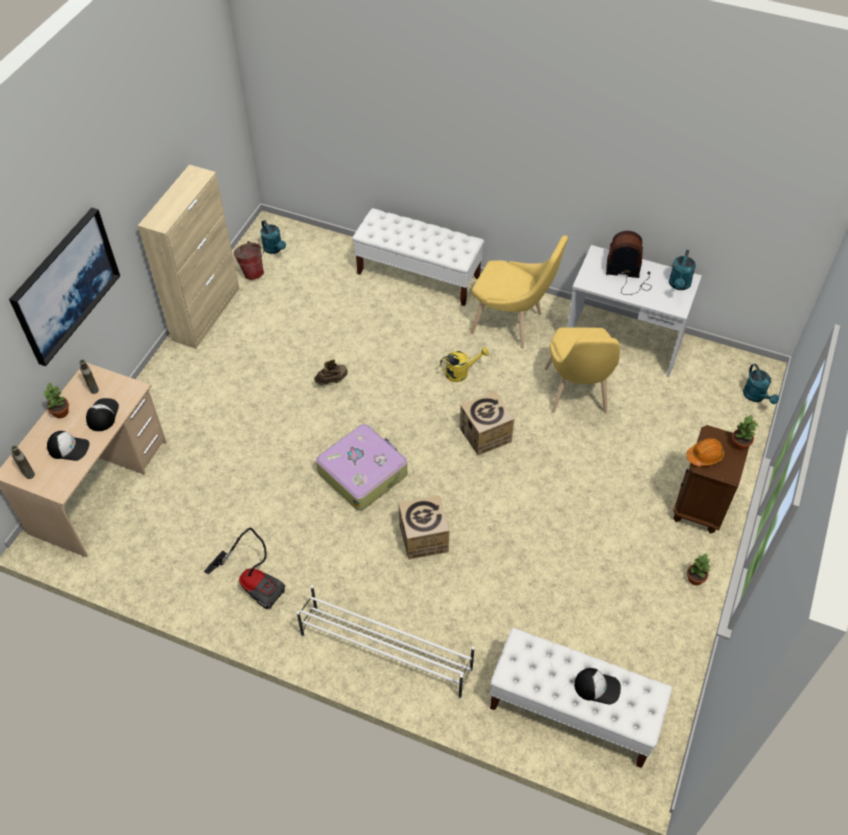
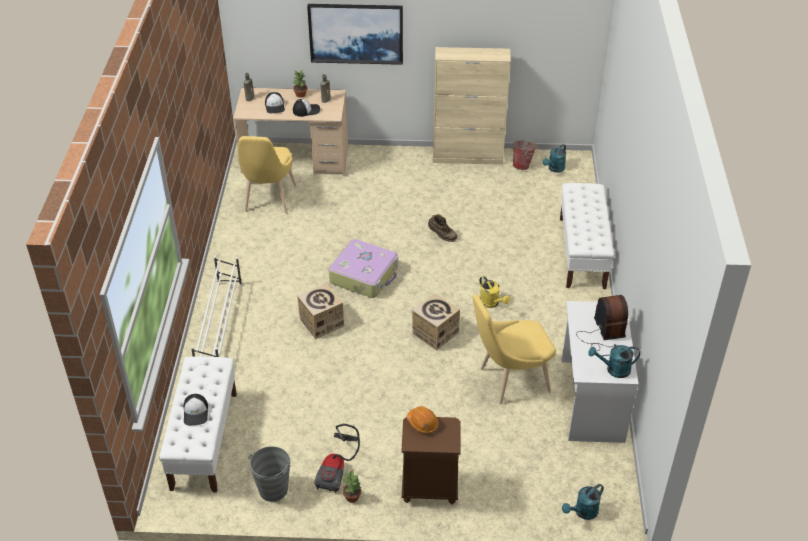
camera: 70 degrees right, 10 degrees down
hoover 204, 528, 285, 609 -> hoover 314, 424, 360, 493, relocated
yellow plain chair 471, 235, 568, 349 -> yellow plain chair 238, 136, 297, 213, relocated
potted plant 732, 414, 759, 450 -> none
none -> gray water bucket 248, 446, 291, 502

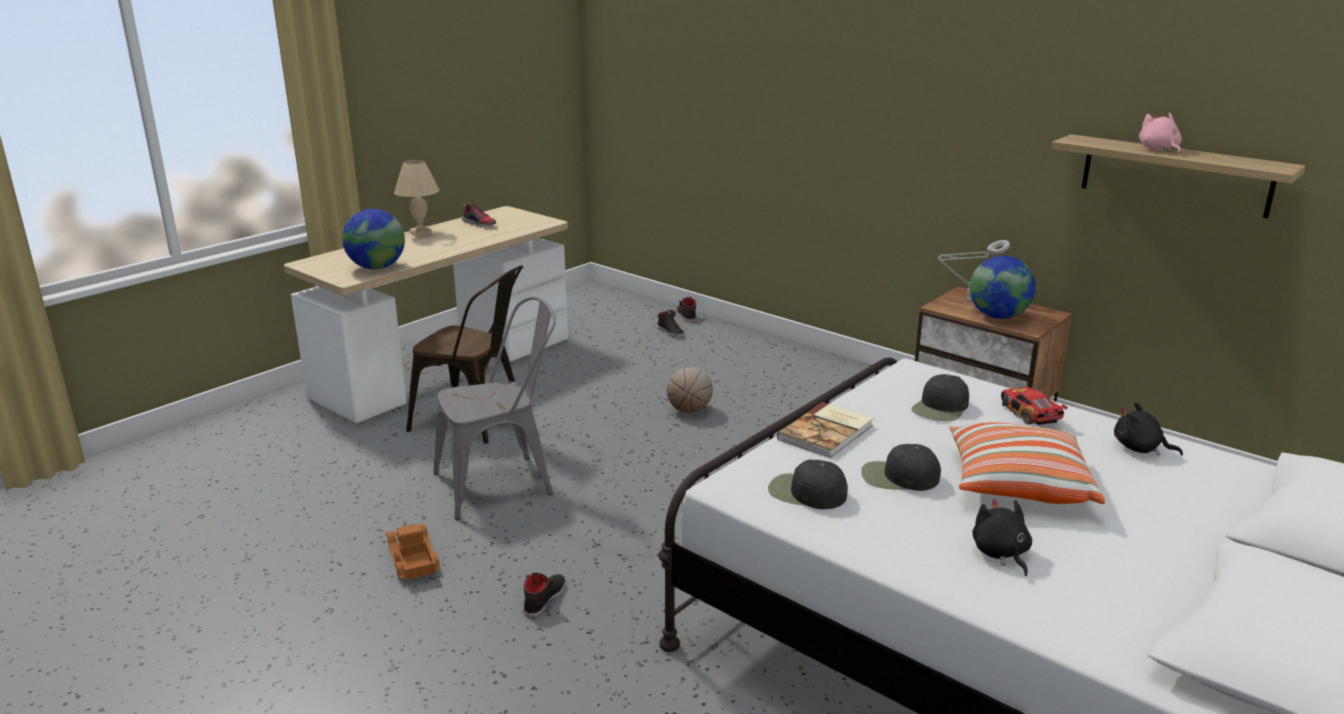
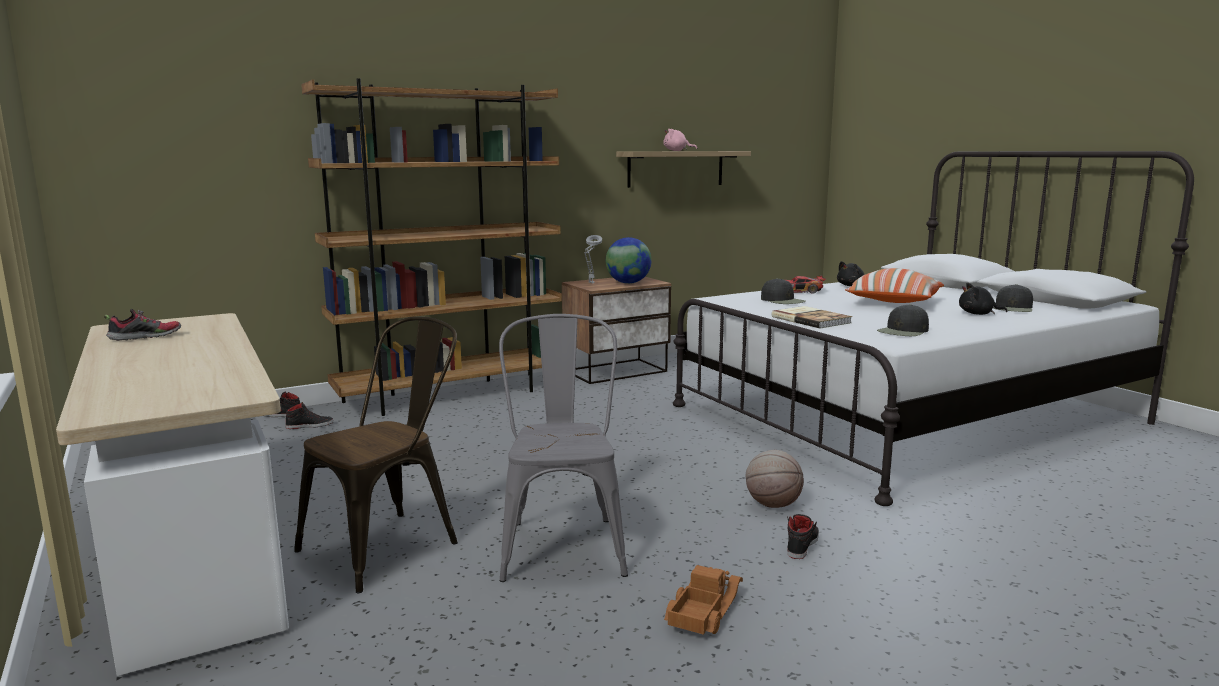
camera: 70 degrees left, 10 degrees down
globe 342, 209, 405, 269 -> none
toy lorry 386, 524, 441, 580 -> toy lorry 664, 565, 743, 635, 120 degrees clockwise
beige-coloured lamp for a table 394, 160, 439, 237 -> none
black shoe 524, 573, 566, 618 -> black shoe 787, 514, 819, 559, 75 degrees clockwise
basketball 667, 367, 713, 413 -> basketball 746, 450, 804, 508, relocated
black baseball cap 861, 444, 941, 491 -> black baseball cap 993, 284, 1033, 312, relocated
none -> brown-coloured bookcase 301, 78, 562, 416

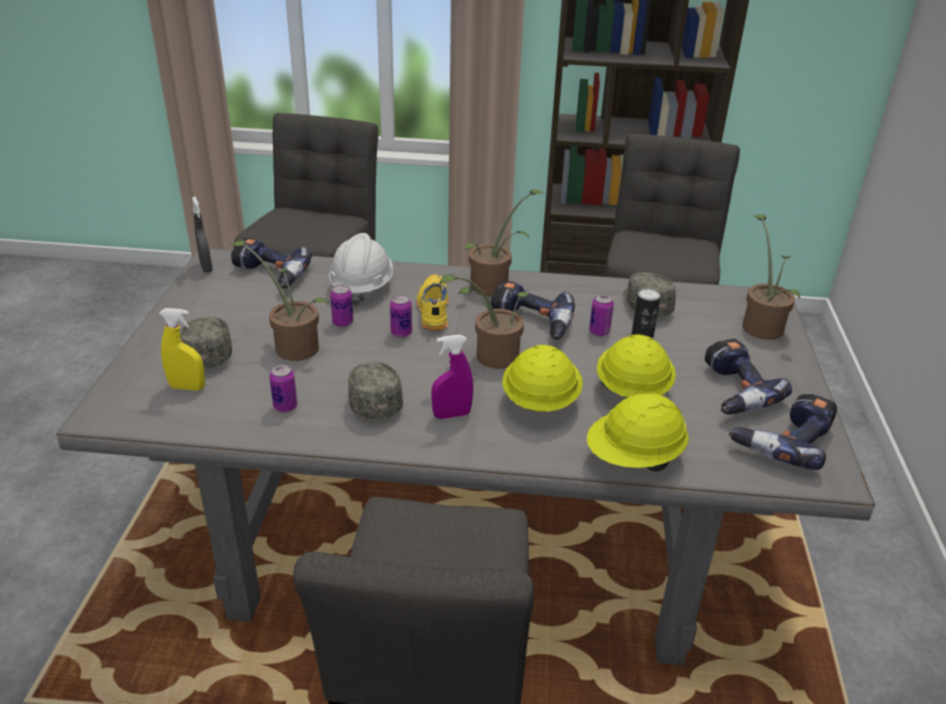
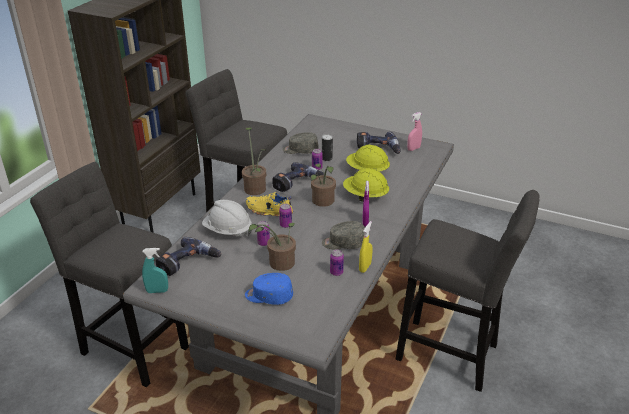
camera: 70 degrees left, 0 degrees up
yellow hand sprayer 159, 308, 205, 391 -> yellow hand sprayer 359, 221, 373, 273, relocated
gray baseball cap 180, 317, 232, 369 -> blue-coloured baseball cap 245, 273, 293, 305
gray hand sprayer 192, 197, 213, 273 -> blue-green hand sprayer 142, 248, 168, 293
yellow safety helmet 587, 393, 689, 472 -> none
drill 729, 394, 837, 470 -> pink-coloured hand sprayer 407, 112, 422, 151
potted plant 743, 215, 800, 340 -> none

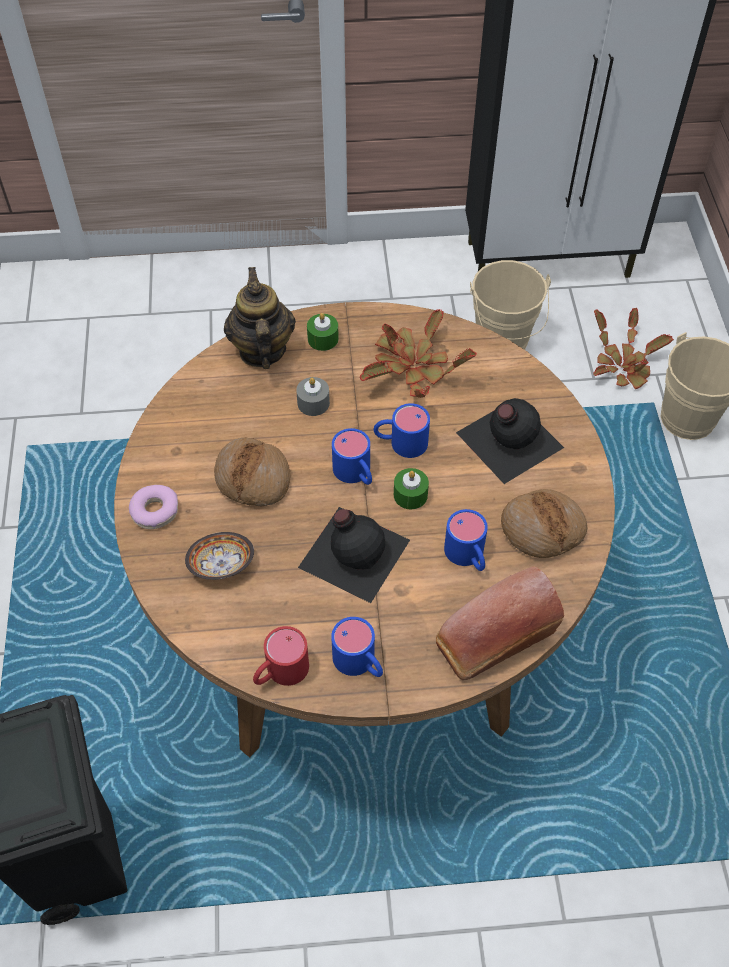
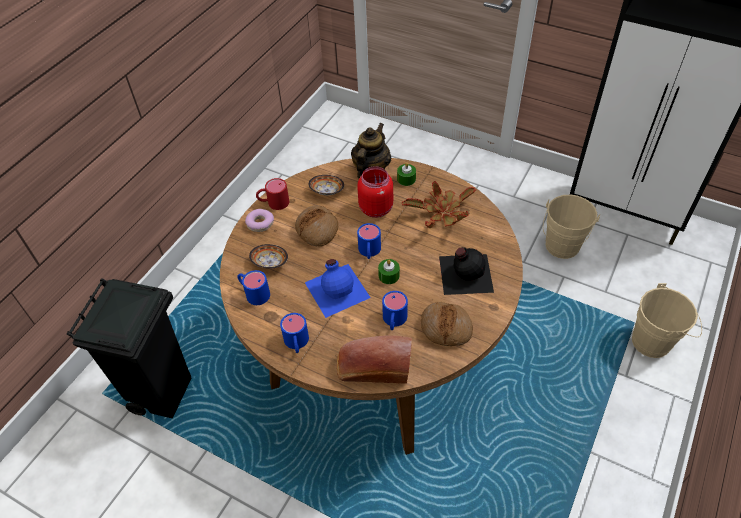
camera: 35 degrees right, 5 degrees down
red-coloured tea mug 253, 626, 309, 686 -> red-coloured tea mug 256, 178, 289, 210, relocated
gray wax candle 296, 377, 330, 416 -> red-coloured preserve jar 357, 166, 393, 218
black bottle 298, 507, 410, 603 -> blue-coloured bottle 305, 259, 371, 318
blue-coloured tea mug 373, 403, 430, 458 -> blue-coloured tea mug 237, 270, 270, 305, relocated
potted plant 593, 308, 674, 389 -> none
none -> deep dish 309, 175, 344, 195

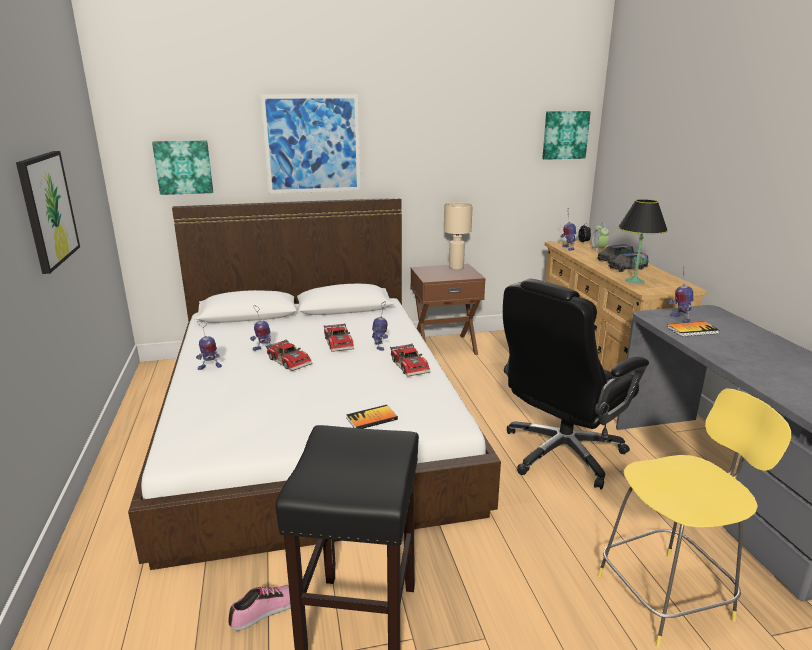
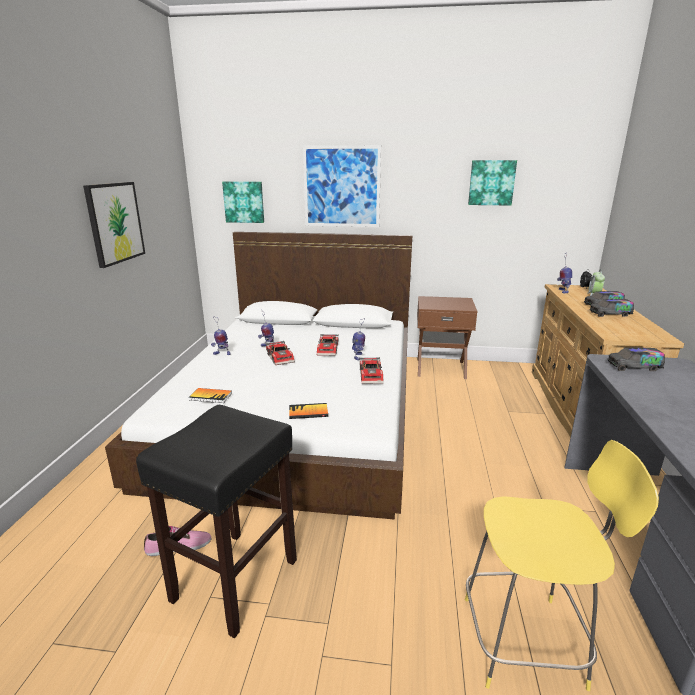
camera: 20 degrees right, 0 degrees up
beige-coloured lamp for a table 444, 202, 473, 270 -> none
black desk chair 503, 279, 649, 490 -> none
wall picture 542, 111, 591, 160 -> wall picture 468, 160, 517, 206, relocated
black lamp for a table 618, 199, 668, 284 -> none
book 667, 321, 720, 337 -> book 189, 388, 232, 403, relocated
robot figure 669, 265, 693, 323 -> toy lorry 608, 347, 665, 371

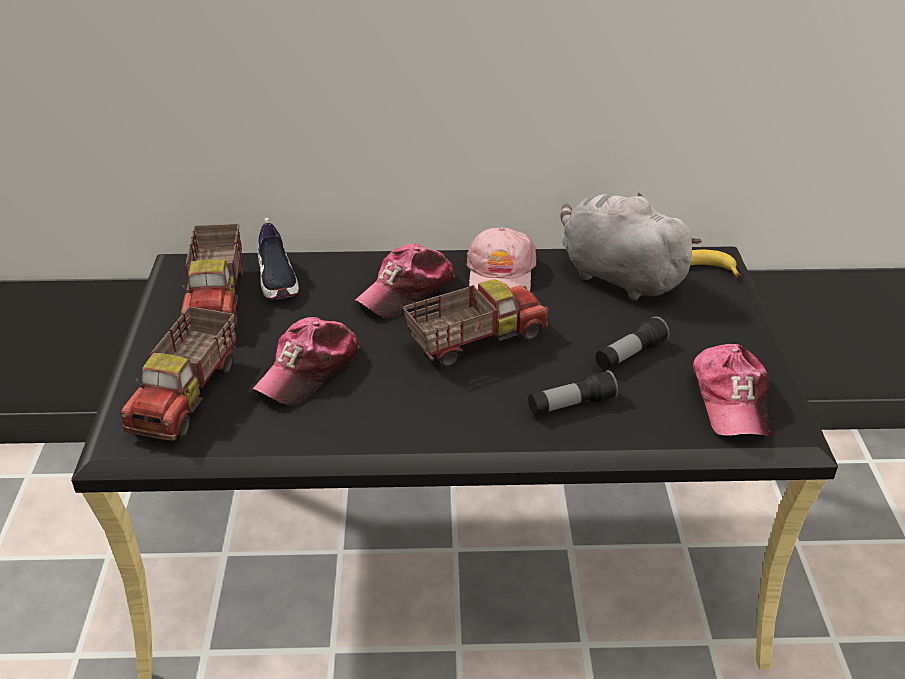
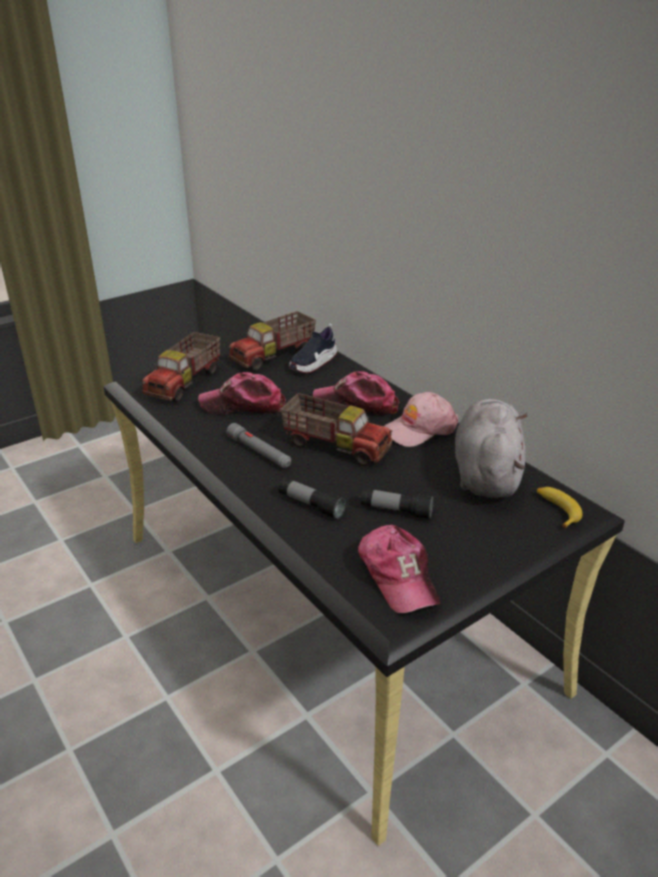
camera: 55 degrees right, 5 degrees down
toy lorry 120, 307, 236, 441 -> toy lorry 142, 332, 220, 402, 45 degrees counterclockwise
baseball cap 693, 344, 770, 436 -> baseball cap 358, 525, 440, 613, 75 degrees counterclockwise
none -> gray hand torch 227, 423, 291, 468

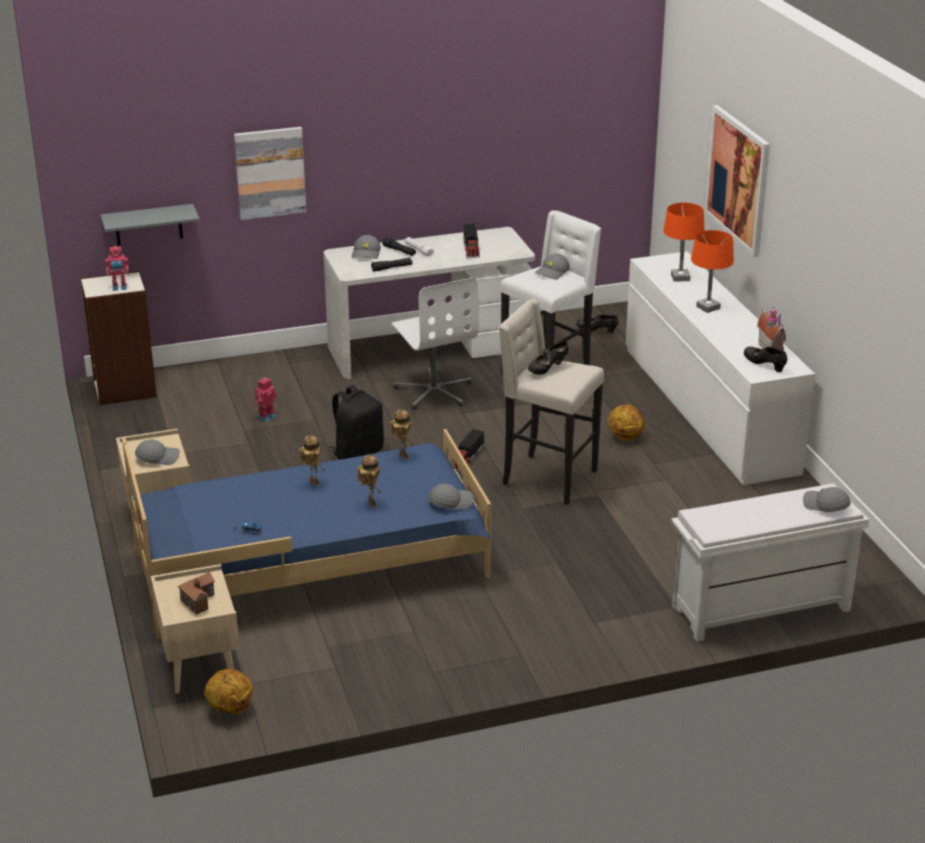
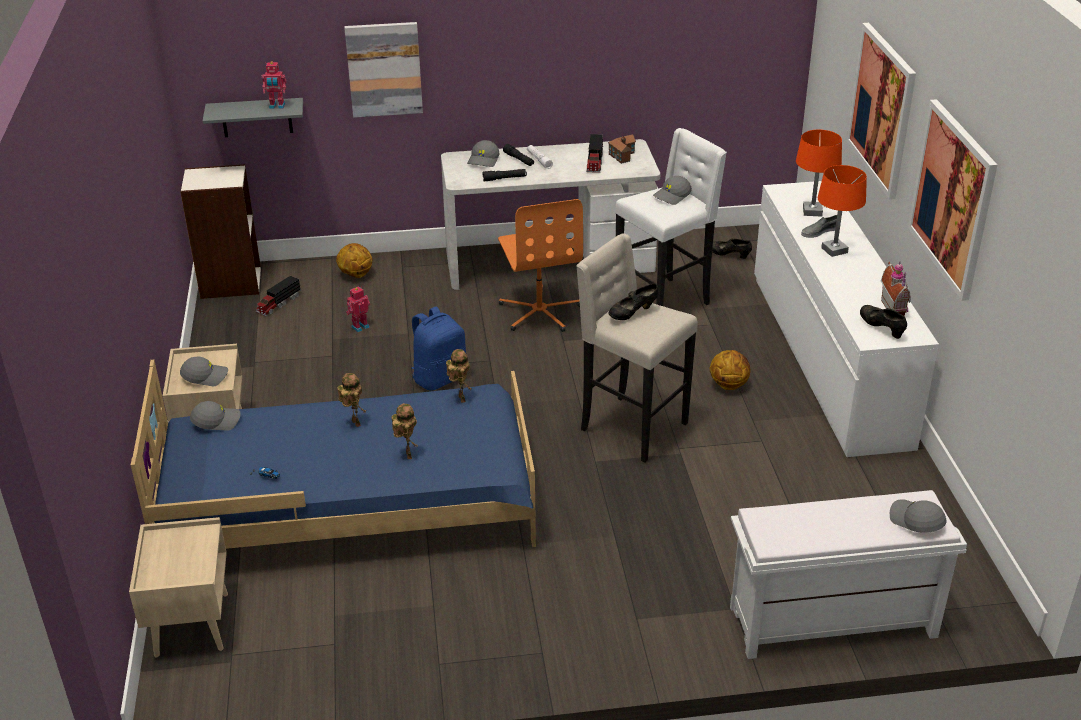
camera: 10 degrees right, 5 degrees up
robot figure 105, 246, 129, 291 -> robot figure 261, 61, 286, 109, relocated
toy house 178, 572, 215, 615 -> toy house 608, 134, 636, 164, relocated
basketball 204, 668, 253, 714 -> basketball 336, 243, 372, 278, relocated
black backpack 329, 385, 384, 460 -> blue-coloured backpack 412, 307, 466, 390
white-coloured desk chair 391, 278, 479, 409 -> orange-coloured desk chair 498, 199, 583, 332
gray baseball cap 428, 484, 473, 509 -> gray baseball cap 190, 401, 241, 431, relocated
toy lorry 455, 429, 485, 470 -> toy lorry 256, 276, 301, 316, relocated
none -> gray shoe 801, 215, 837, 238
none -> wall picture 908, 99, 997, 301

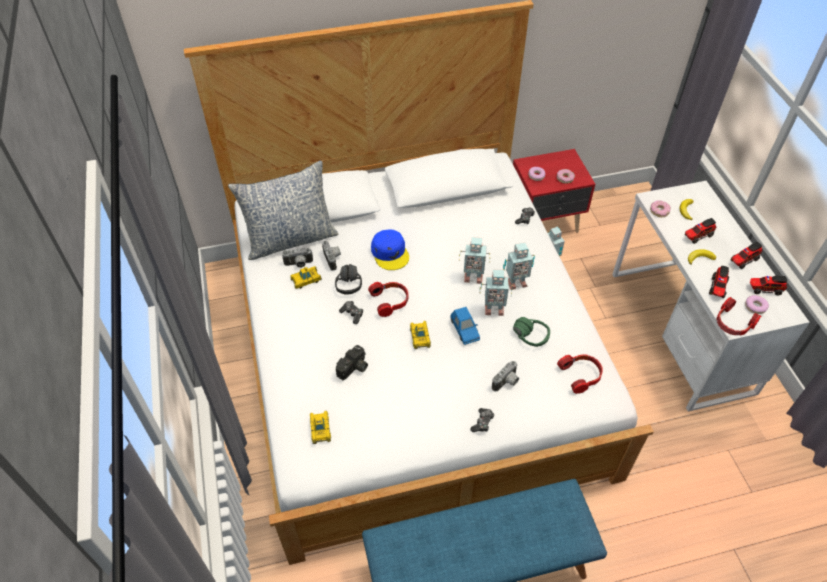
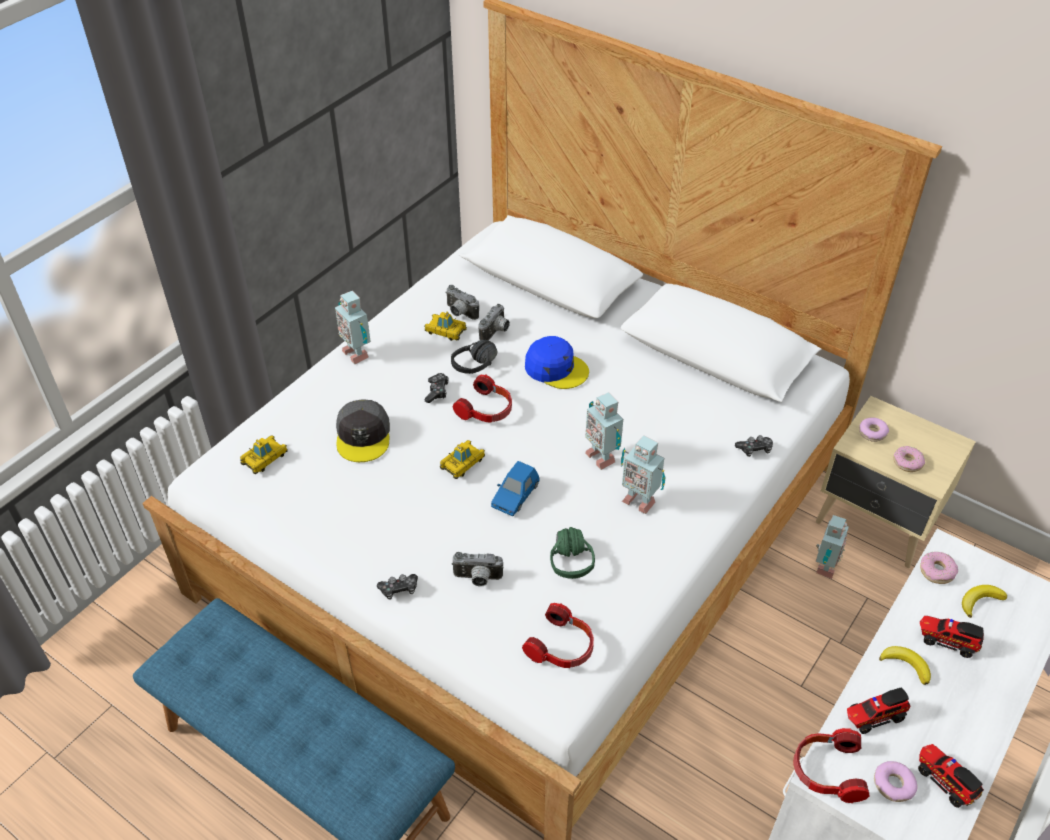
camera: 50 degrees right, 5 degrees down
cushion 228, 161, 338, 260 -> none
still camera 336, 345, 368, 380 -> gray baseball cap 336, 399, 390, 462
blue-coloured baseball cap 371, 229, 409, 270 -> blue-coloured baseball cap 525, 336, 589, 389, 90 degrees counterclockwise
robot figure 480, 269, 513, 316 -> robot figure 335, 291, 371, 364, relocated
red-coloured nightstand 513, 149, 595, 233 -> beige-coloured nightstand 816, 396, 976, 568
toy lorry 730, 242, 763, 269 -> none

